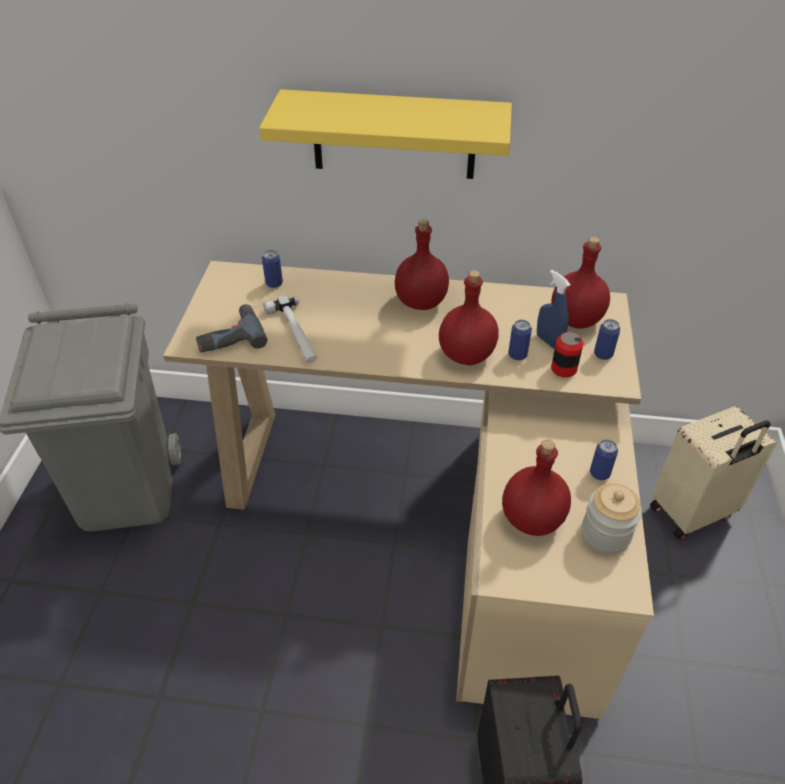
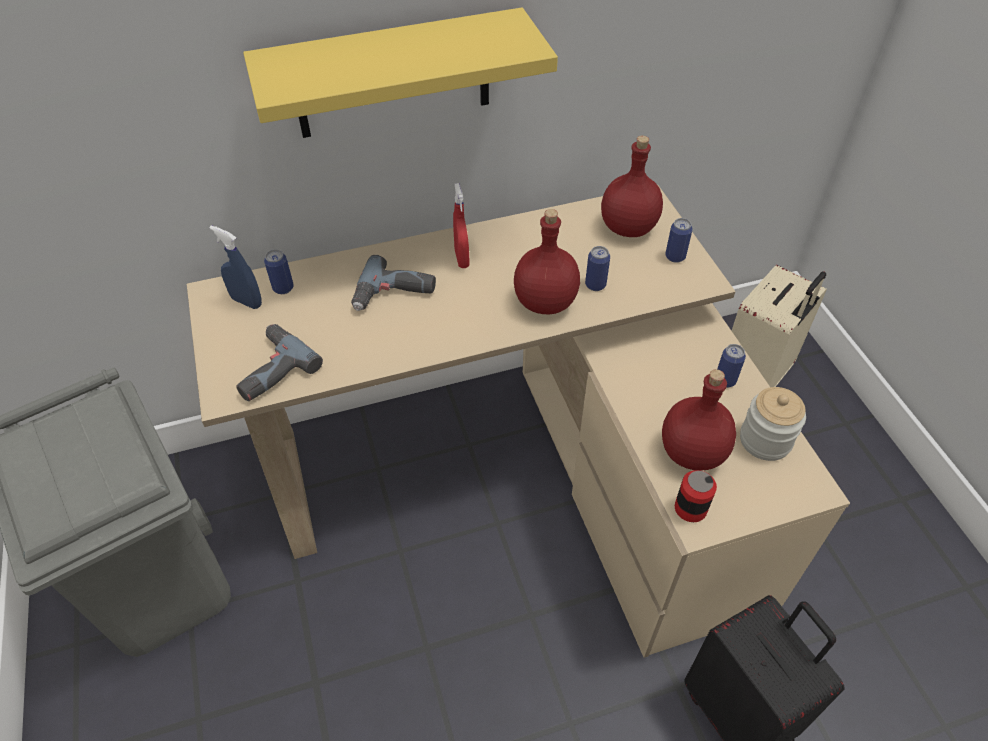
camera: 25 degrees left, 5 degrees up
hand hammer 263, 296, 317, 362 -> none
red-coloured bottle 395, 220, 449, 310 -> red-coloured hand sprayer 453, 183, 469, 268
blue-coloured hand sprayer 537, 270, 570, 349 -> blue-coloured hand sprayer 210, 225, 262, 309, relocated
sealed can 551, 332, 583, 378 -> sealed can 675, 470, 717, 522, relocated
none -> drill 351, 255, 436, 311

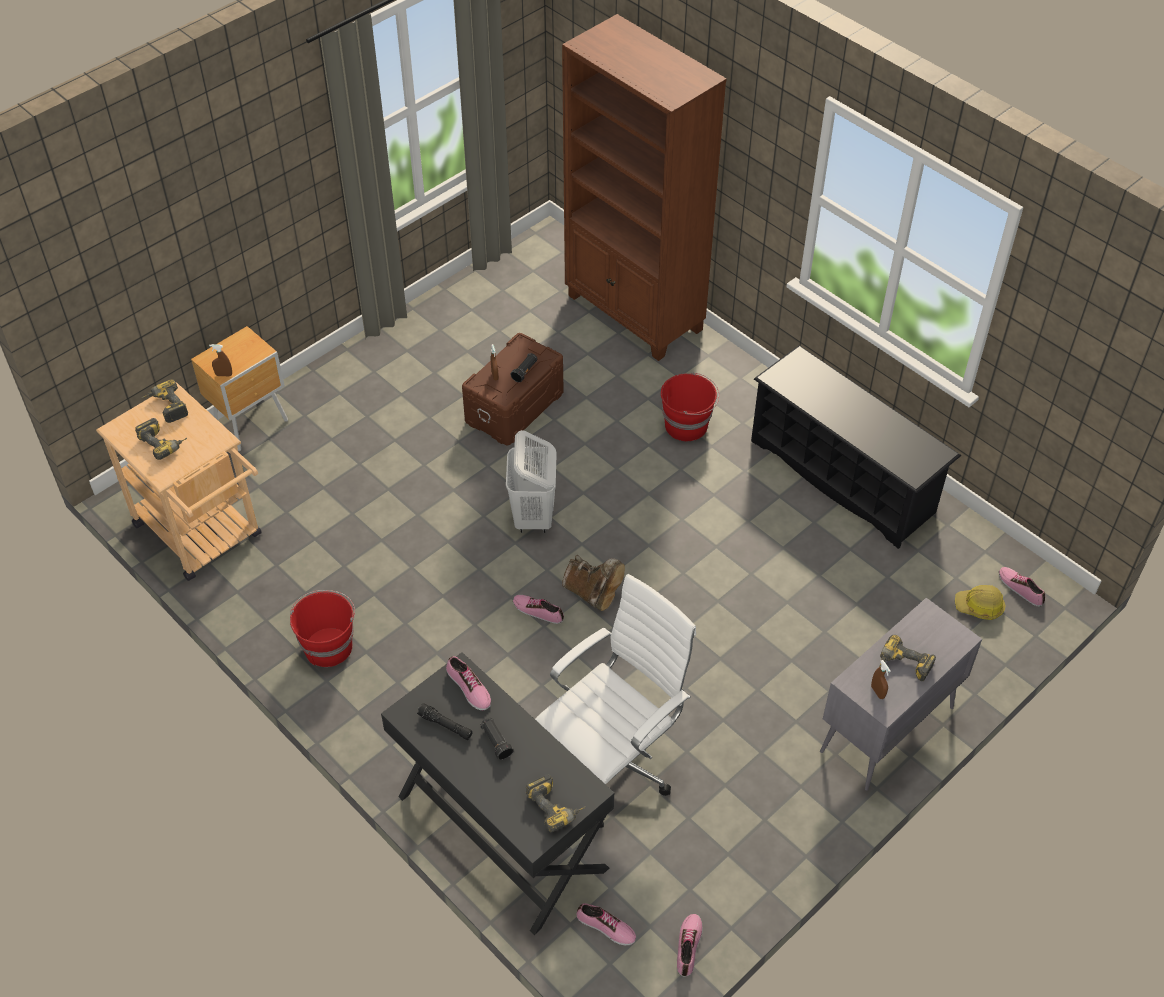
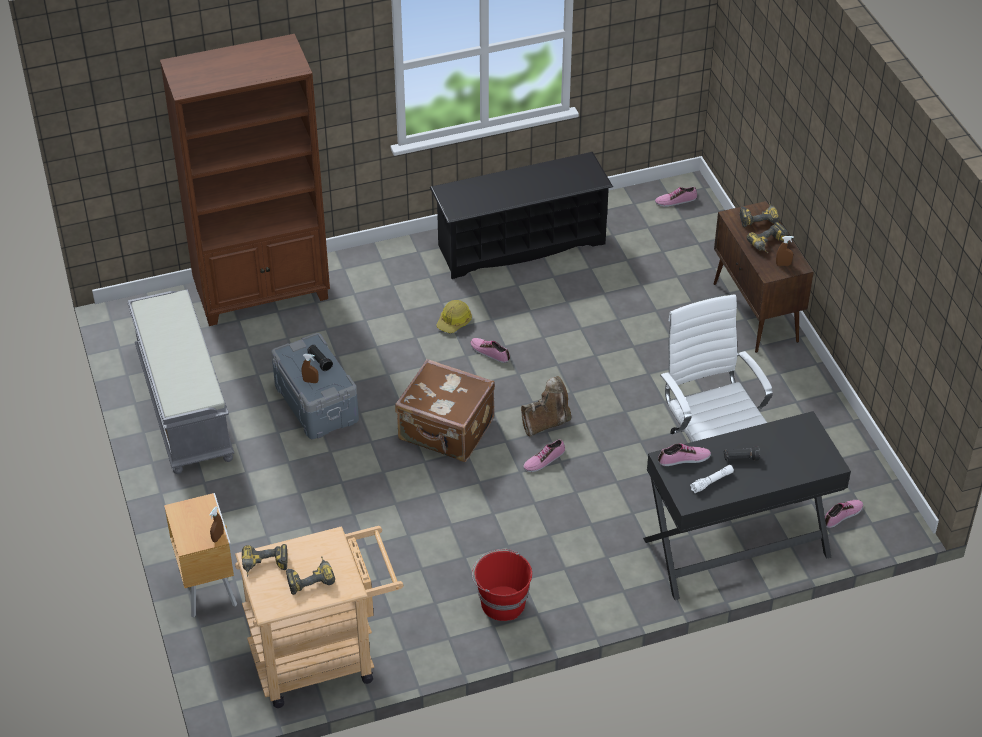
camera: 65 degrees left, 5 degrees down
black hand torch 417, 703, 473, 740 -> white-coloured hand torch 690, 465, 734, 493
brown-coloured storage bin 462, 333, 564, 446 -> gray storage bin 271, 333, 359, 439
white-coloured washing basket 506, 430, 557, 533 -> brown-coloured suitcase 395, 359, 495, 462
drill 526, 774, 585, 832 -> drill 740, 203, 780, 227, relocated
red-coloured water bucket 661, 372, 719, 441 -> none
shoe 677, 914, 703, 977 -> shoe 470, 338, 510, 363, relocated
gray cupboard 820, 598, 982, 791 -> brown-coloured cupboard 714, 201, 814, 353
safety helmet 955, 585, 1005, 620 -> safety helmet 437, 300, 472, 333, relocated
none -> gray bench 127, 289, 234, 474

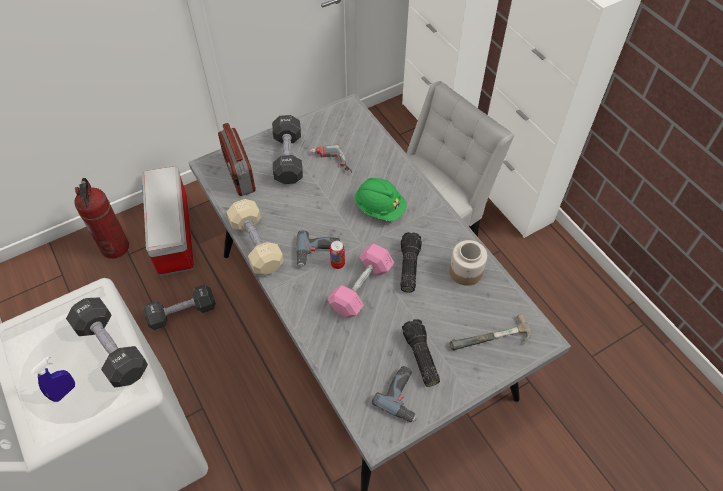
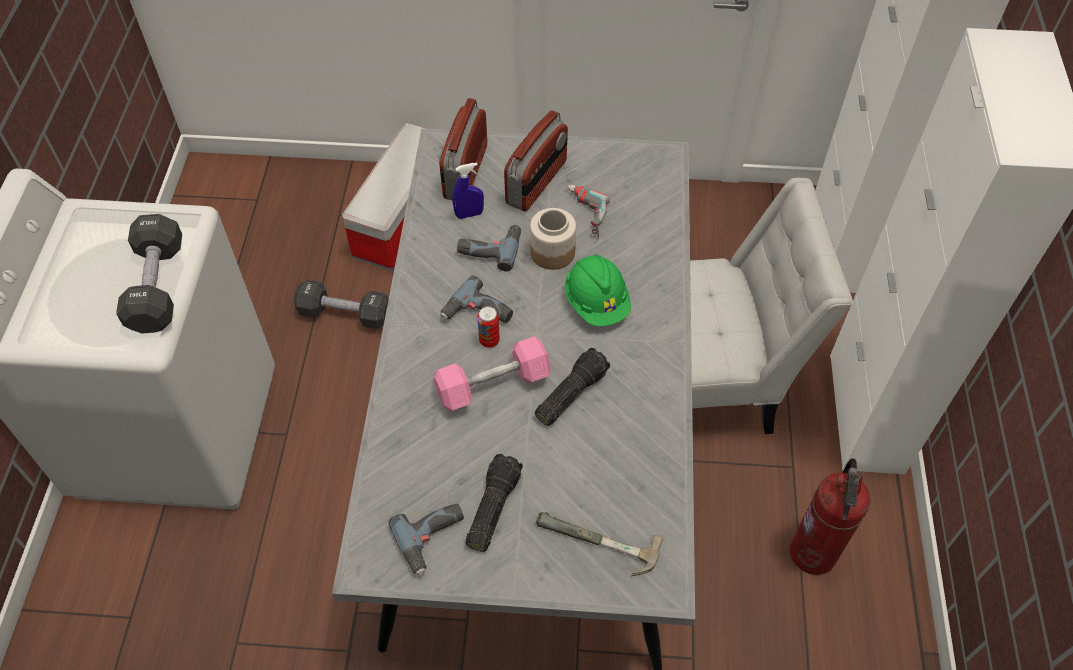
camera: 35 degrees right, 0 degrees up
blue-coloured hand sprayer 31, 356, 75, 402 -> blue-coloured hand sprayer 453, 163, 484, 219, relocated
fire-fighting cylinder 74, 178, 129, 259 -> fire-fighting cylinder 790, 458, 870, 575, relocated
beige-coloured hand weight 226, 199, 284, 275 -> none
black hand weight 272, 115, 303, 184 -> radio 504, 110, 568, 211
preserve jar 449, 240, 487, 286 -> preserve jar 530, 208, 576, 270, relocated
none -> drill 457, 224, 521, 272

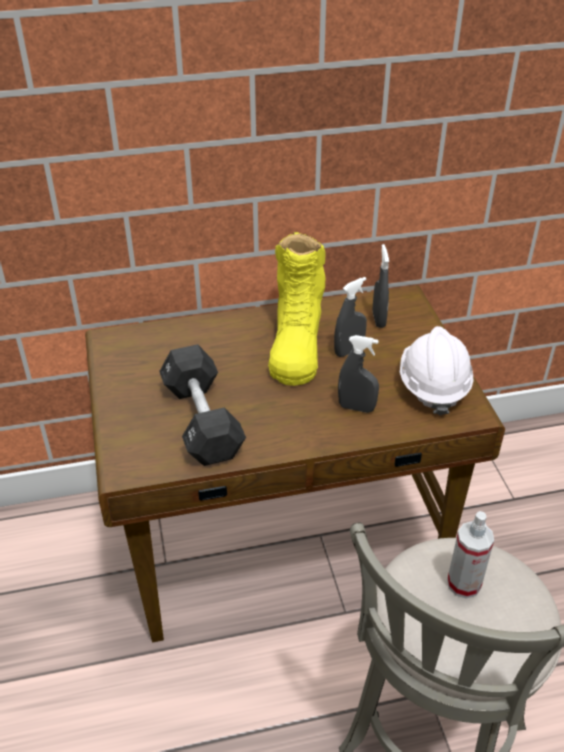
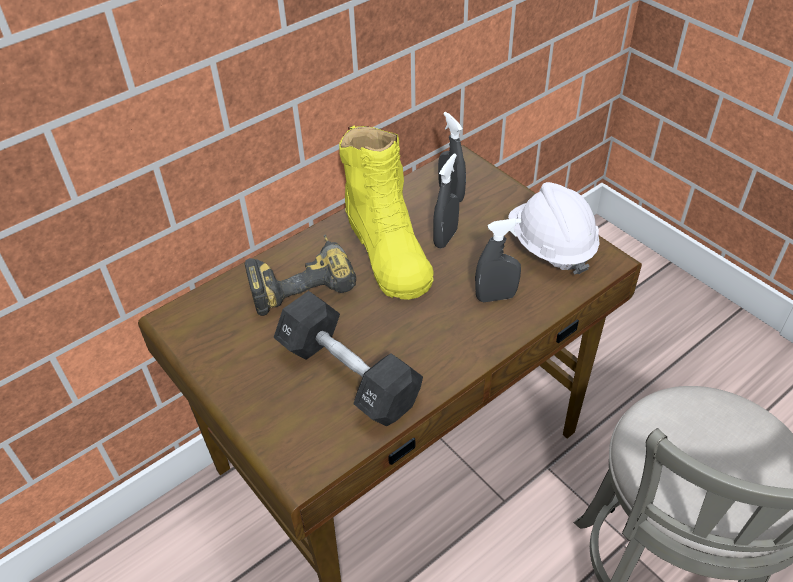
camera: 25 degrees left, 5 degrees up
hand sprayer 447, 511, 494, 599 -> none
none -> drill 245, 235, 356, 316

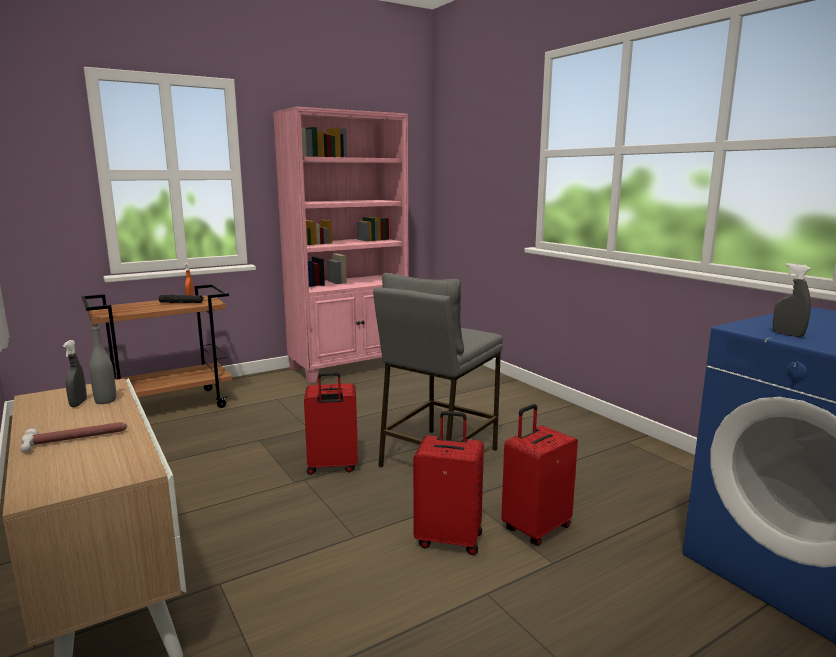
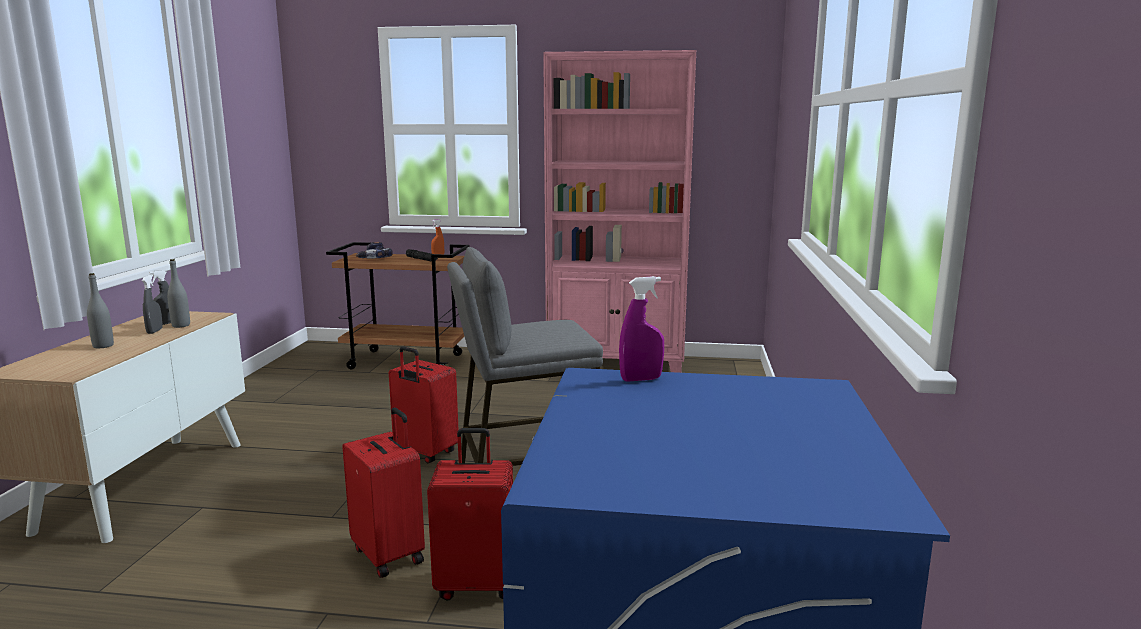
camera: 40 degrees right, 0 degrees up
hand hammer 20, 422, 127, 453 -> gray bottle 87, 273, 114, 348
gray hand sprayer 773, 263, 811, 337 -> gray hand sprayer 142, 275, 163, 334, relocated
none -> drill 356, 242, 393, 259
none -> purple hand sprayer 619, 276, 664, 382

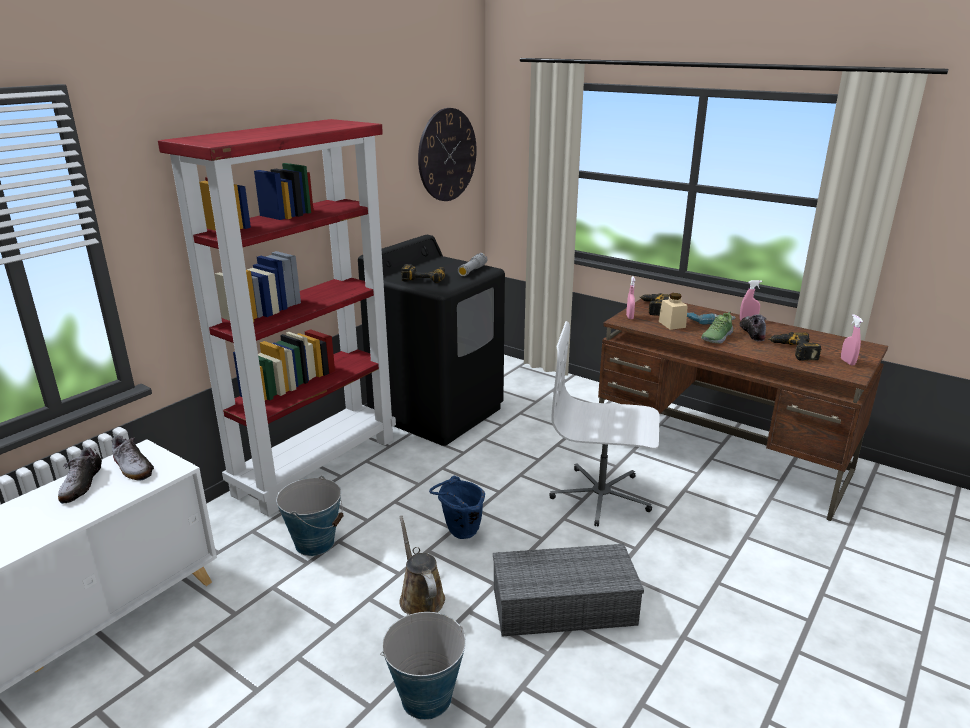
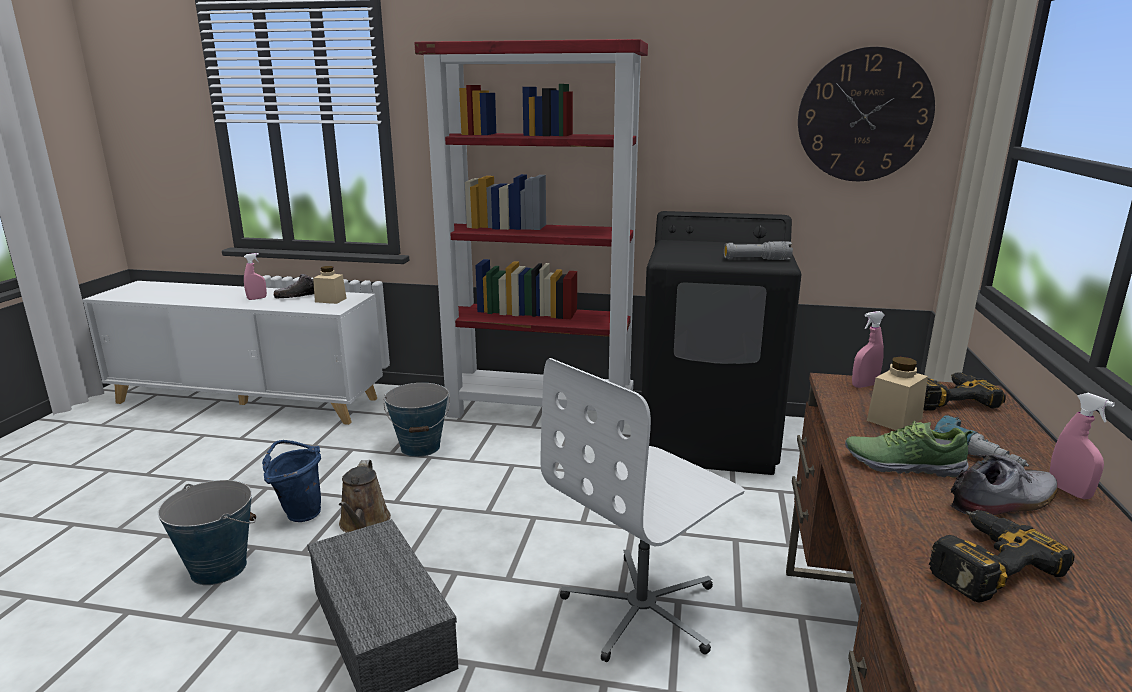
camera: 65 degrees right, 5 degrees down
shoe 112, 436, 154, 481 -> beige-coloured preserve jar 313, 266, 347, 304
brown-coloured sprinkling can 399, 515, 445, 615 -> brown-coloured sprinkling can 339, 460, 391, 533, 135 degrees clockwise
drill 401, 264, 445, 283 -> none
blue-coloured water bucket 429, 476, 485, 539 -> blue-coloured water bucket 262, 440, 321, 522, relocated
white-coloured desk chair 549, 321, 660, 527 -> white-coloured desk chair 541, 358, 745, 662, 120 degrees counterclockwise
pink-coloured hand sprayer 841, 314, 863, 366 -> pink-coloured hand sprayer 244, 253, 267, 300, relocated

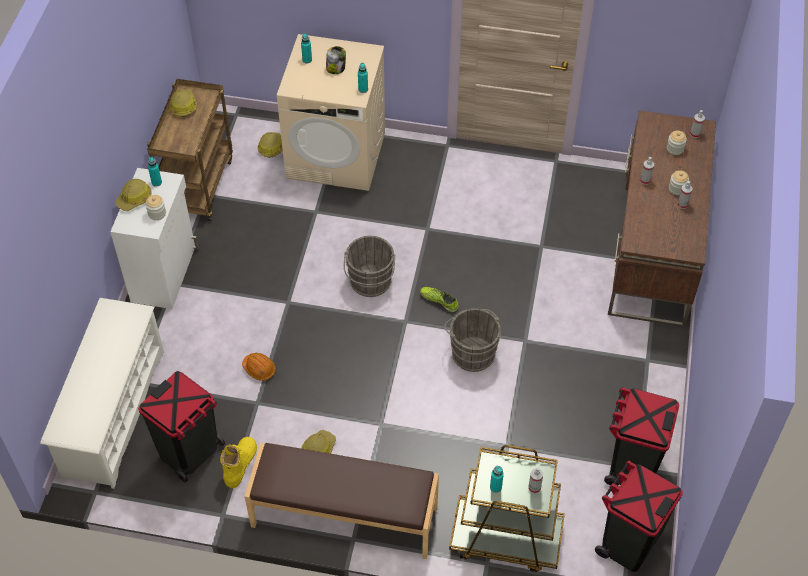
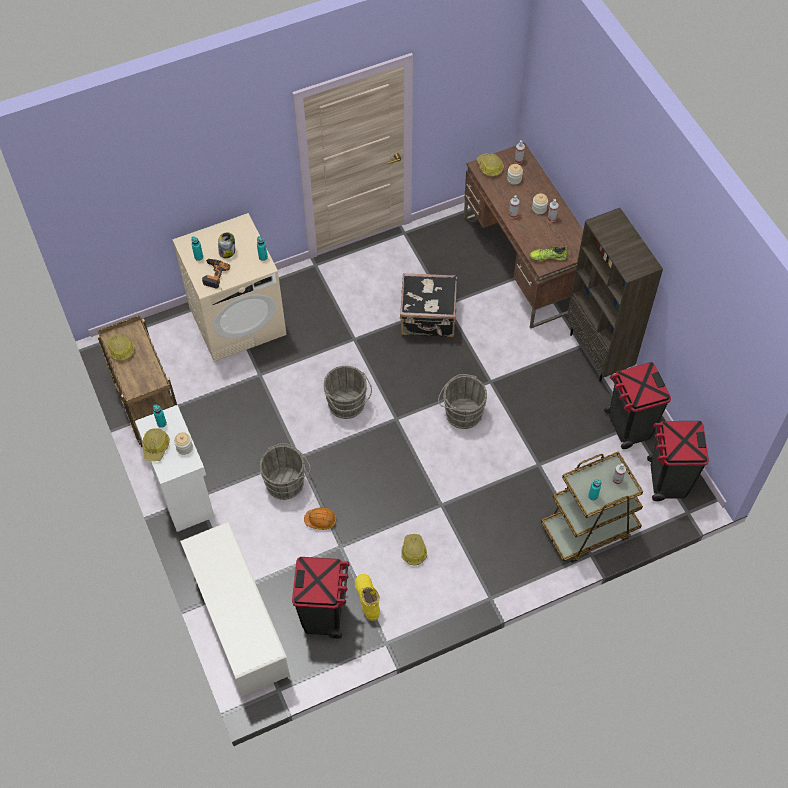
camera: 35 degrees left, 5 degrees up
brown-coloured bench 244, 443, 439, 559 -> none
safety helmet 257, 132, 283, 158 -> safety helmet 477, 153, 504, 176, relocated
shoe 420, 287, 459, 312 -> shoe 530, 246, 567, 261, relocated
none -> drill 202, 259, 230, 289
none -> gray water bucket 260, 443, 311, 500
none -> black suitcase 400, 273, 457, 337
none -> brown-coloured bookcase 567, 208, 663, 382

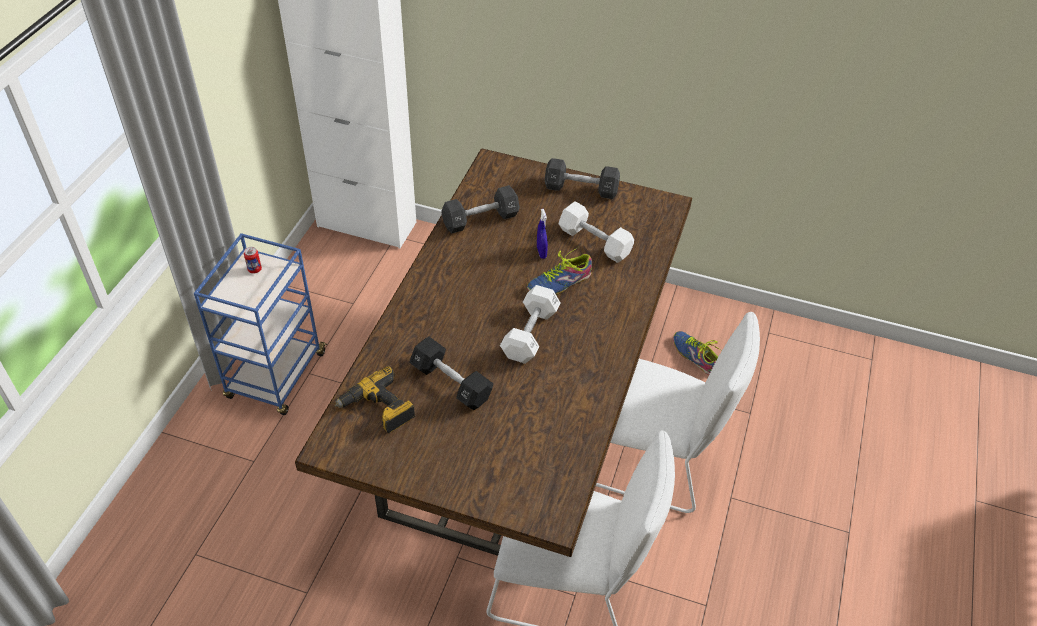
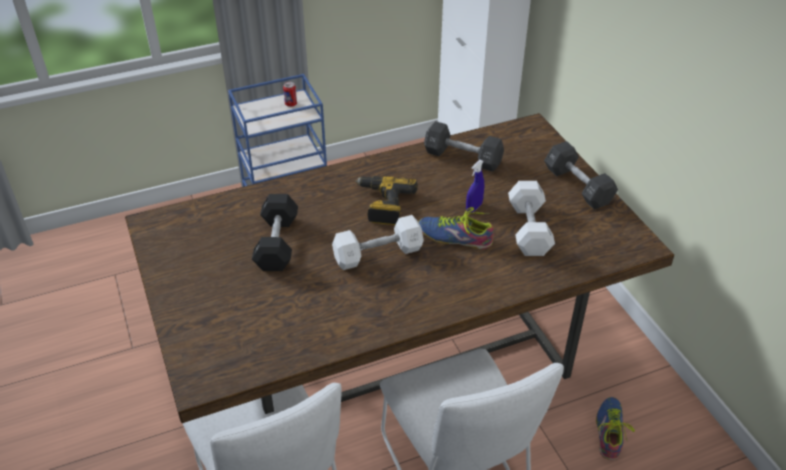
camera: 50 degrees right, 5 degrees down
drill 335, 366, 415, 433 -> drill 355, 176, 418, 225, relocated

